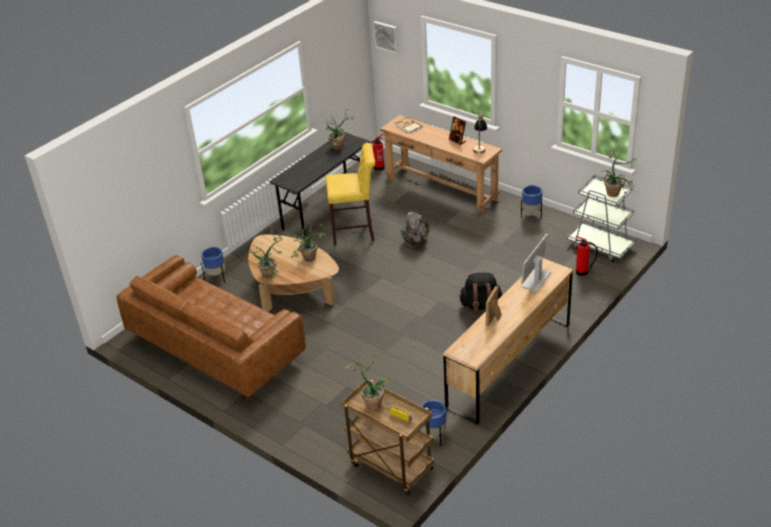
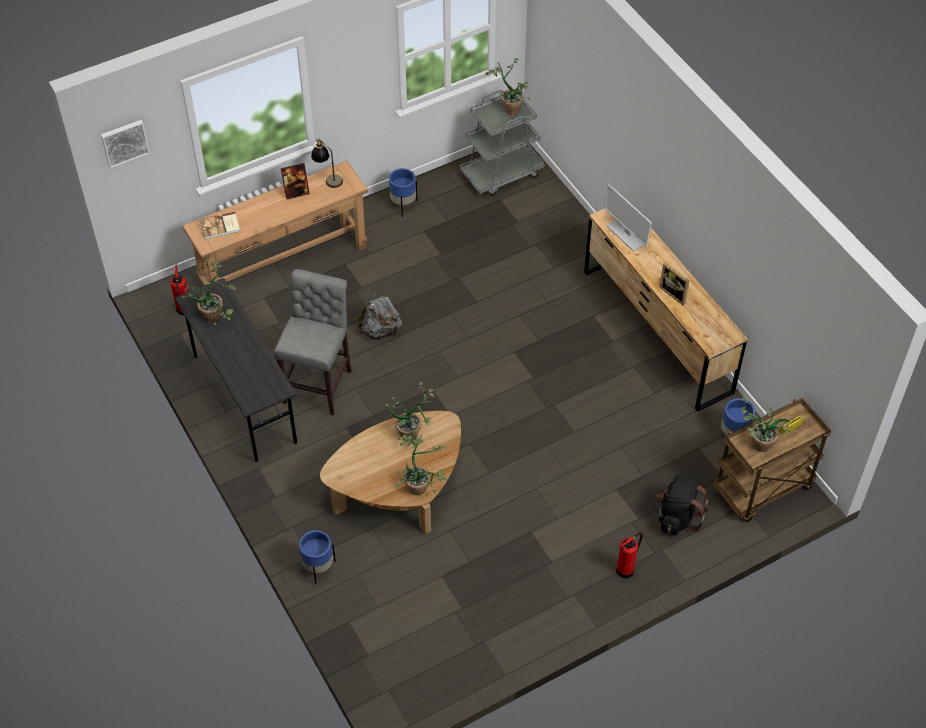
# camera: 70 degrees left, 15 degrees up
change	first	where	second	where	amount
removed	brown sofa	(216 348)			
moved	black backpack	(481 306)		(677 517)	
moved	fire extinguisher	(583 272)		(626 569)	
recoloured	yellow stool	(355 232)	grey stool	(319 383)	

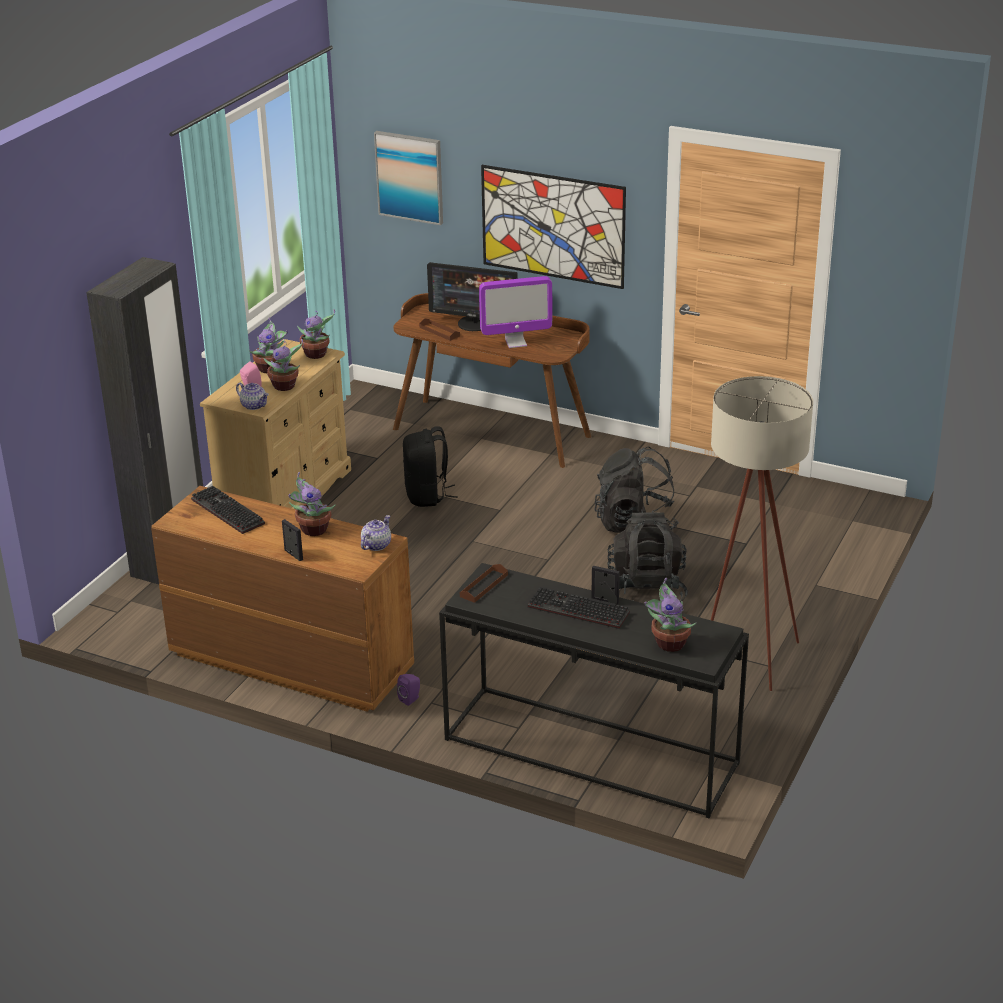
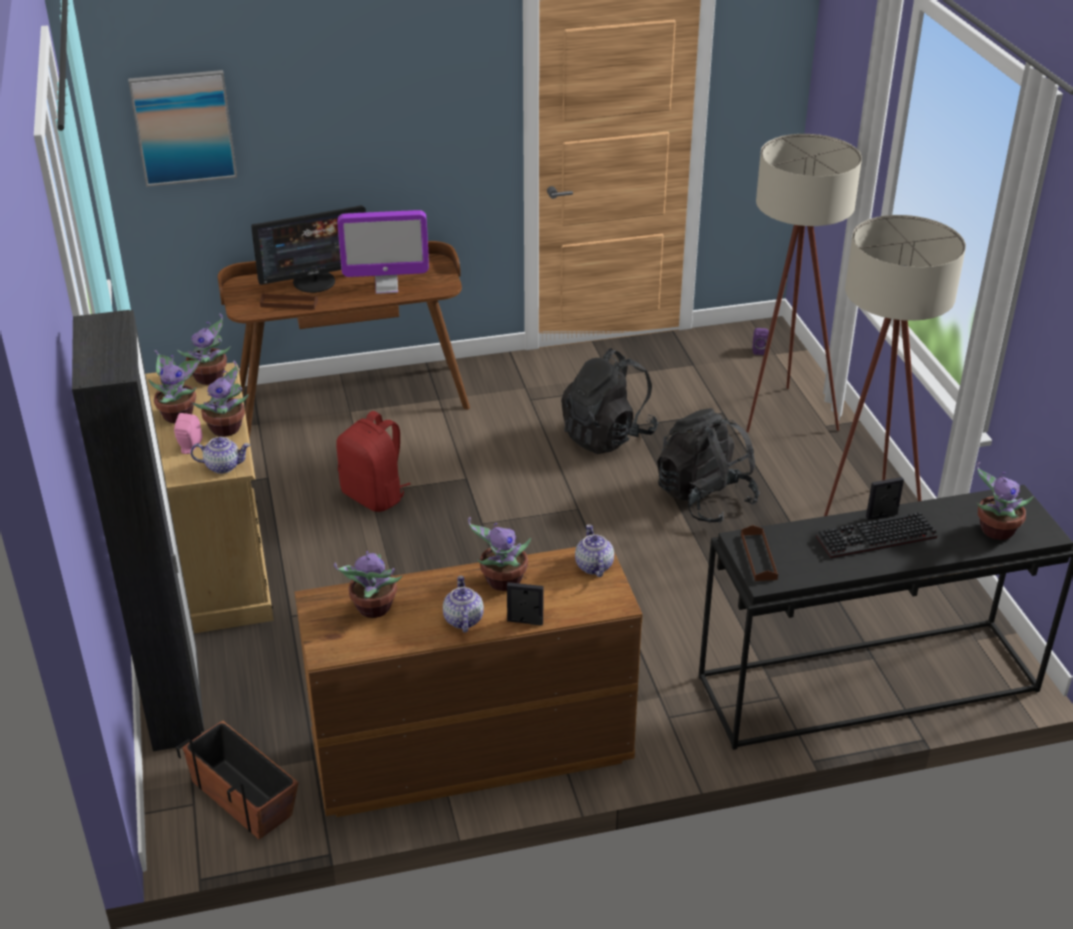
# camera: 40 degrees left, 5 degrees up
change	first	where	second	where	amount
removed	picture	(552 226)			
added			planter	(243 797)	
added			teapot	(462 619)	
added			beige floor lamp	(781 419)	
moved	purple speaker	(411 699)		(759 350)	
replaced	keyboard	(225 512)	potted plant	(373 609)	
recoloured	black backpack	(427 496)	red backpack	(375 496)	
turned	monitor	(516 343)		(386 287)	45 degrees clockwise

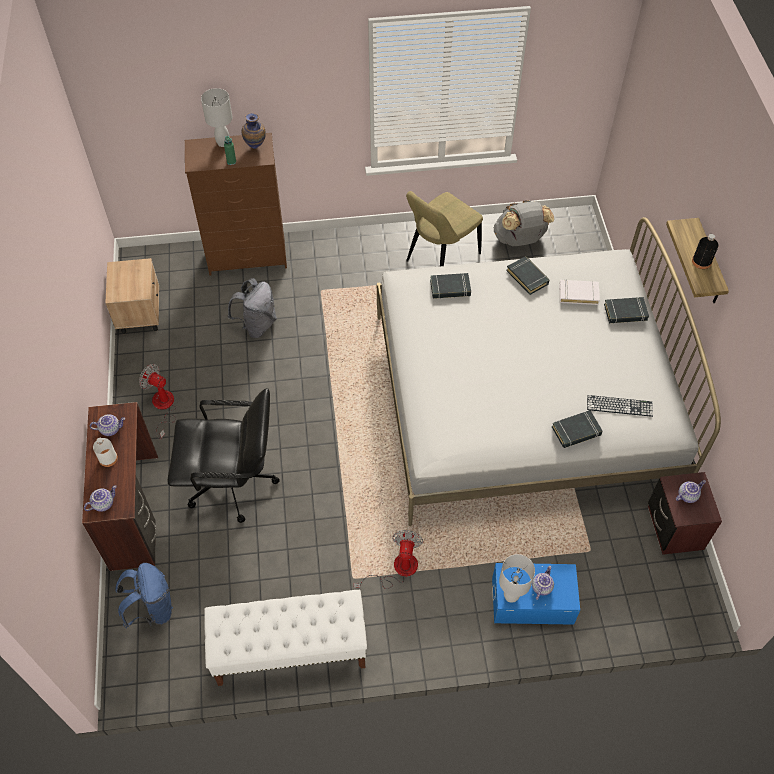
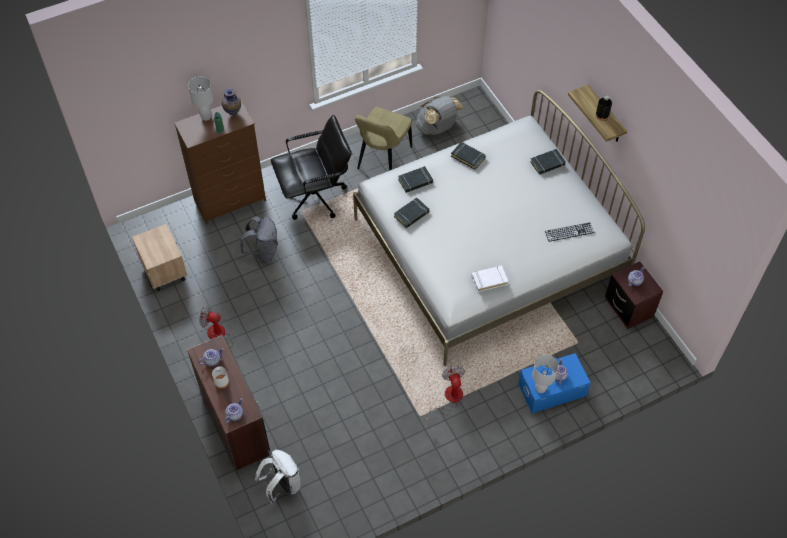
# camera: 20 degrees left, 0 degrees up
change	first	where	second	where	amount
removed	white bench	(289 650)			
moved	black office chair	(232 483)		(315 197)	
moved	black book	(576 431)		(411 214)	
moved	white book	(578 294)		(489 280)	
recoloured	blue backpack	(152 608)	white backpack	(282 486)	

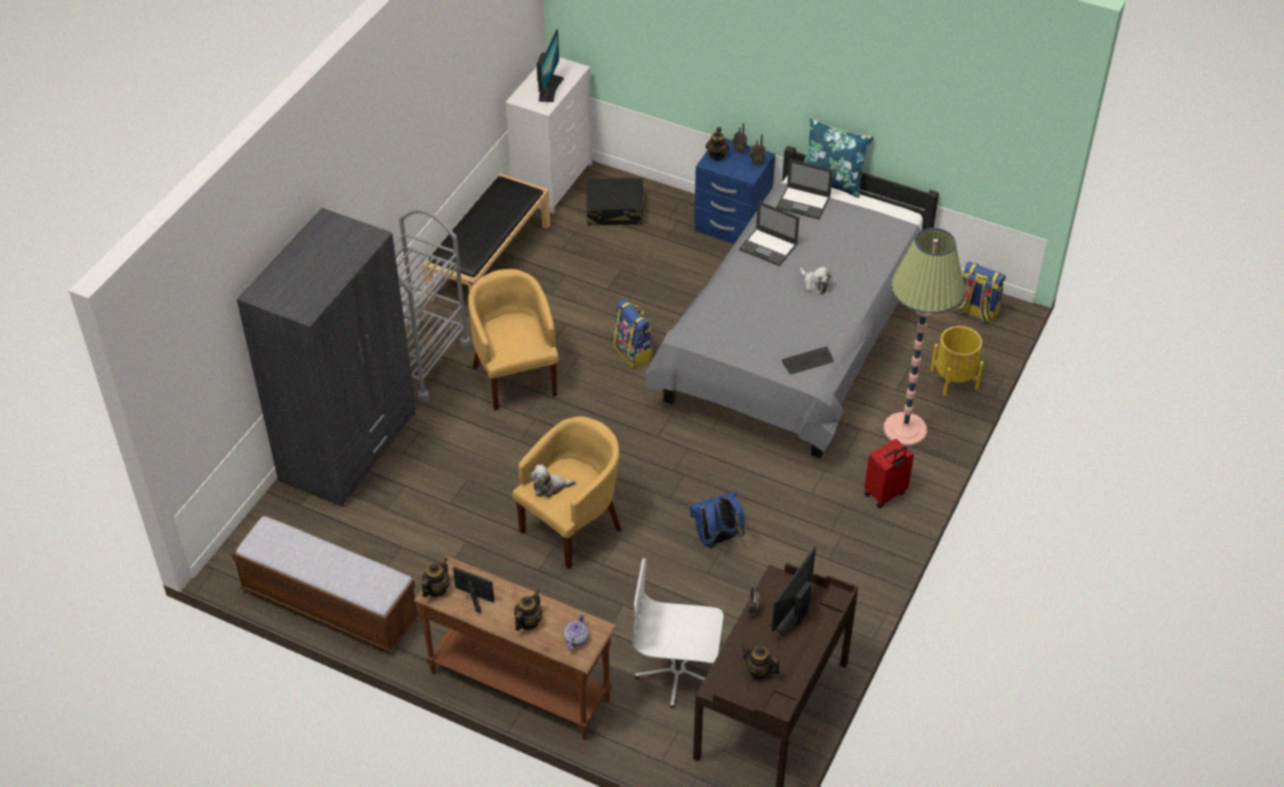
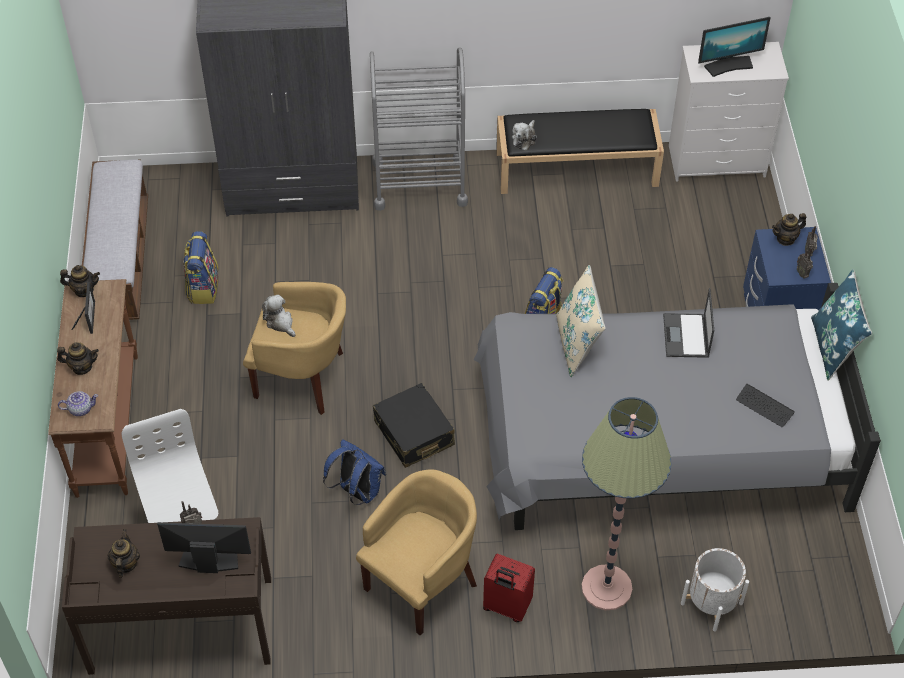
# camera: 60 degrees right, 5 degrees up
change	first	where	second	where	amount
removed	laptop	(804 203)			
added			beige pillow	(577 344)	
moved	yellow armchair	(515 377)		(422 582)	
moved	black suitcase	(615 210)		(414 433)	
moved	keyboard	(808 361)		(764 406)	
moved	plush toy	(814 284)		(524 139)	
moved	backpack	(976 312)		(203 287)	
recoloured	yellow planter	(954 379)	white planter	(711 603)	

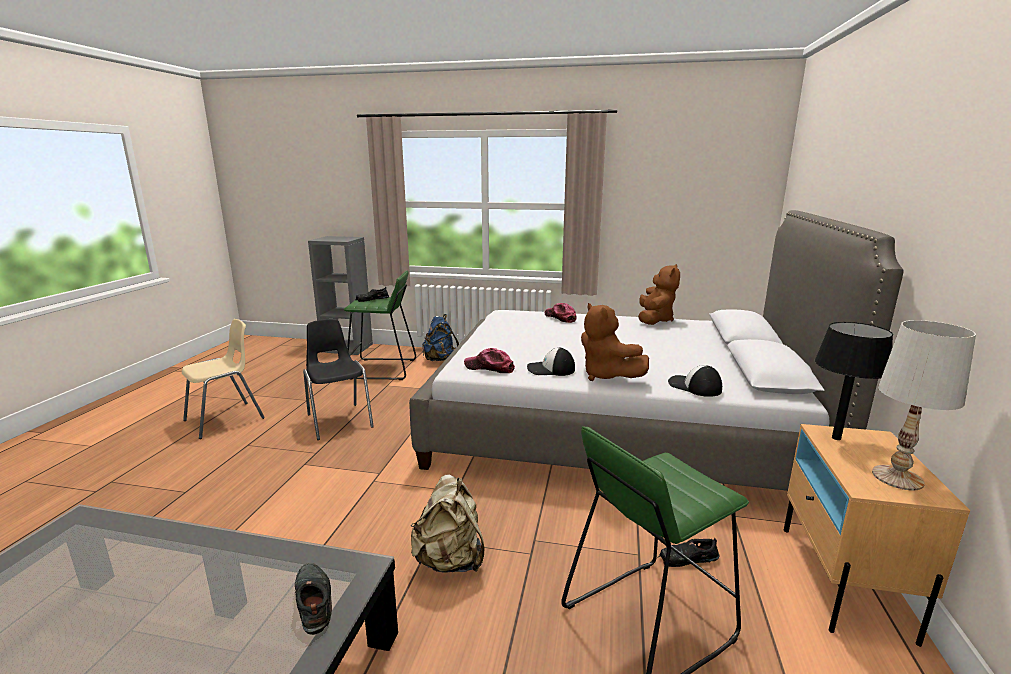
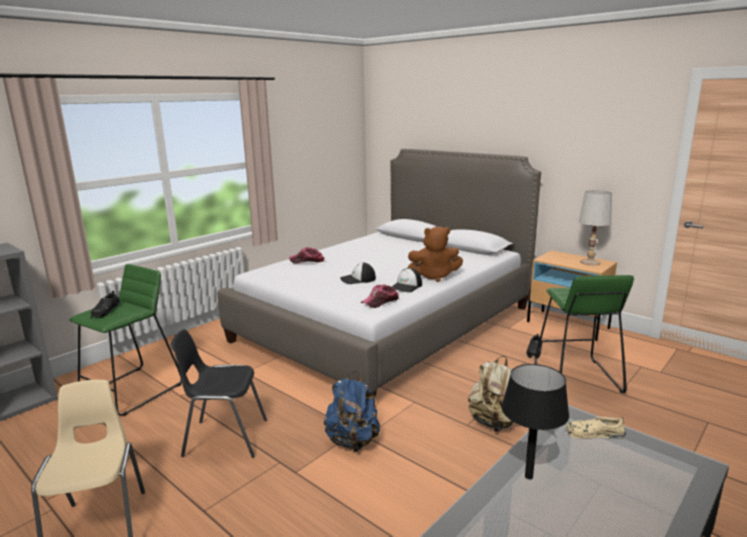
# camera: 60 degrees left, 0 degrees up
change	first	where	second	where	amount
removed	brown plush toy	(654 320)			
moved	blue backpack	(440 360)		(353 441)	
moved	cap	(694 386)		(358 279)	
moved	black table lamp	(836 438)		(529 477)	
recoloured	black shoe	(313 601)	beige shoe	(593 433)	

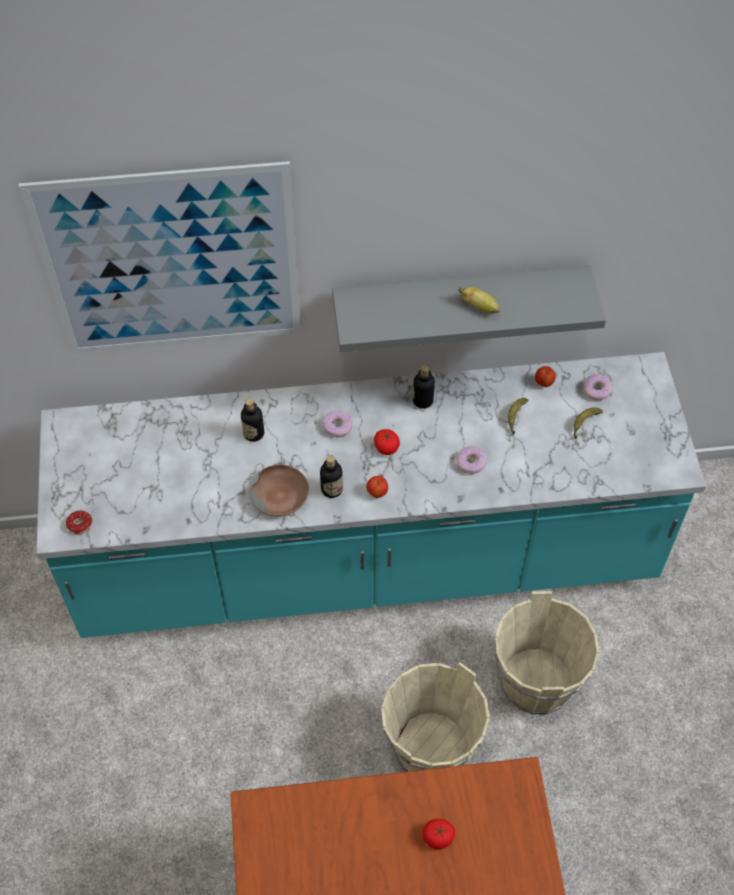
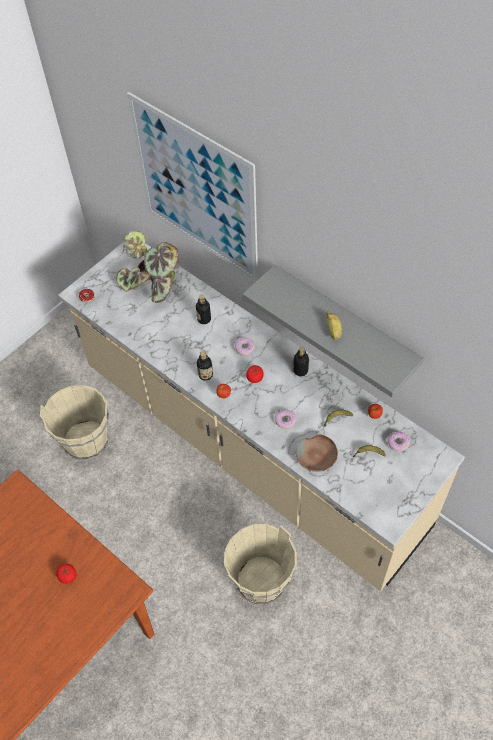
# camera: 50 degrees right, 0 degrees up
change	first	where	second	where	amount
added			potted plant	(152 284)	
moved	brown bowl	(281 496)		(317 457)	
moved	beige bucket	(431 748)		(86 441)	
recoloured	turquoise counter	(367 562)	beige counter	(250 447)	

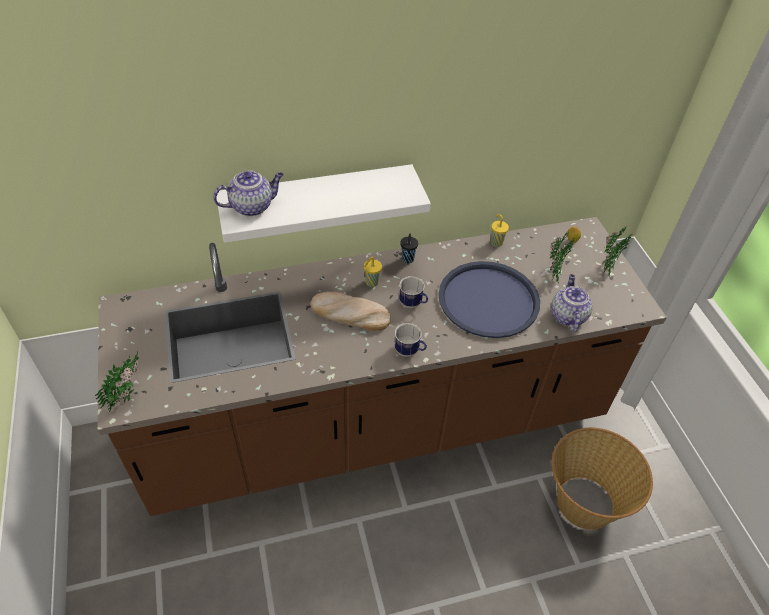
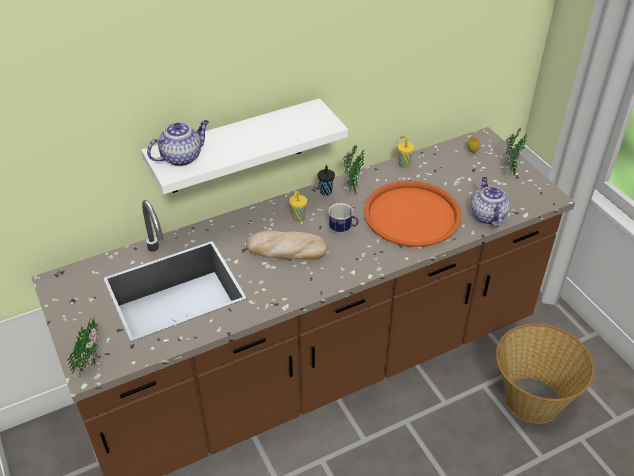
# camera: 10 degrees left, 5 degrees down
change	first	where	second	where	amount
removed	mug	(409 351)			
moved	potted plant	(554 273)		(352 187)	
recoloured	blue tray	(488 300)	orange tray	(412 215)	

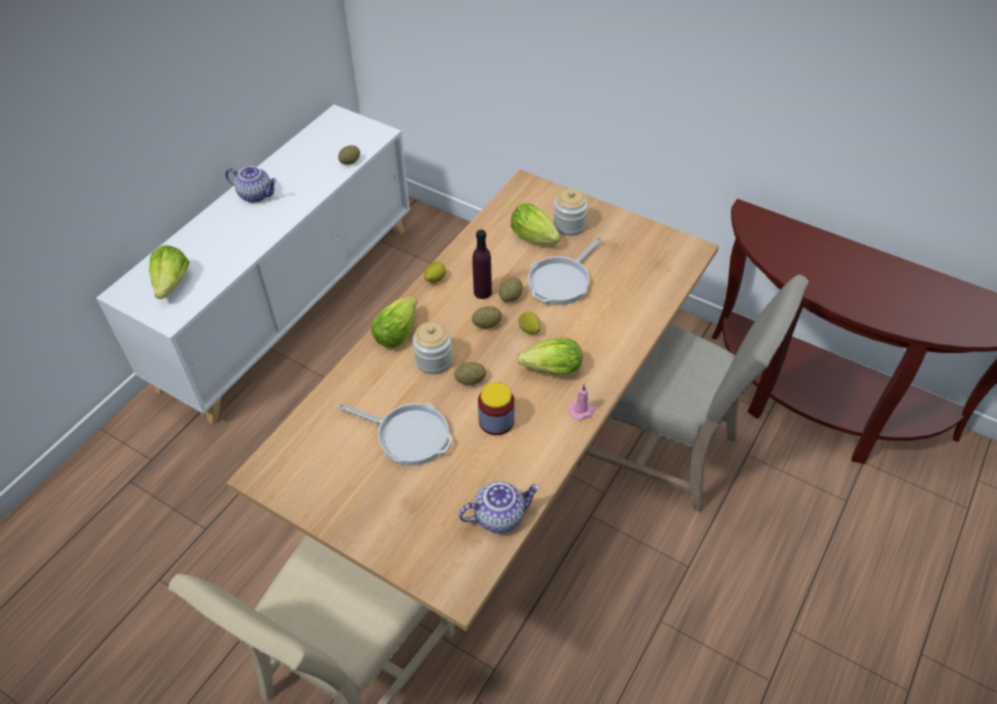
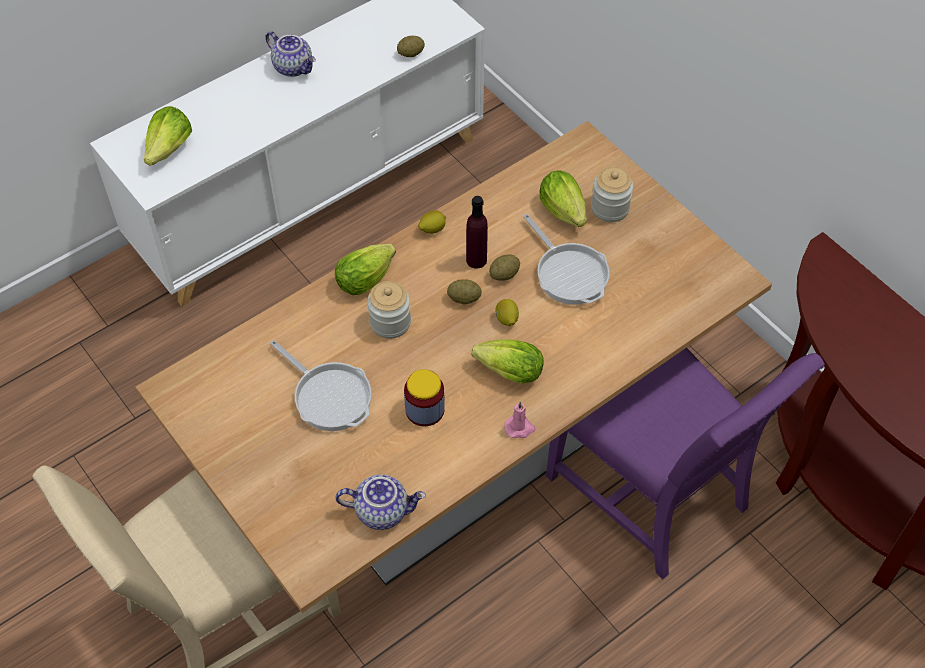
# camera: 20 degrees right, 5 degrees up
change	first	where	second	where	amount
removed	potato	(470 380)			
recoloured	beige chair	(663 448)	purple chair	(654 493)	
turned	frying pan	(561 281)		(569 273)	90 degrees counterclockwise

